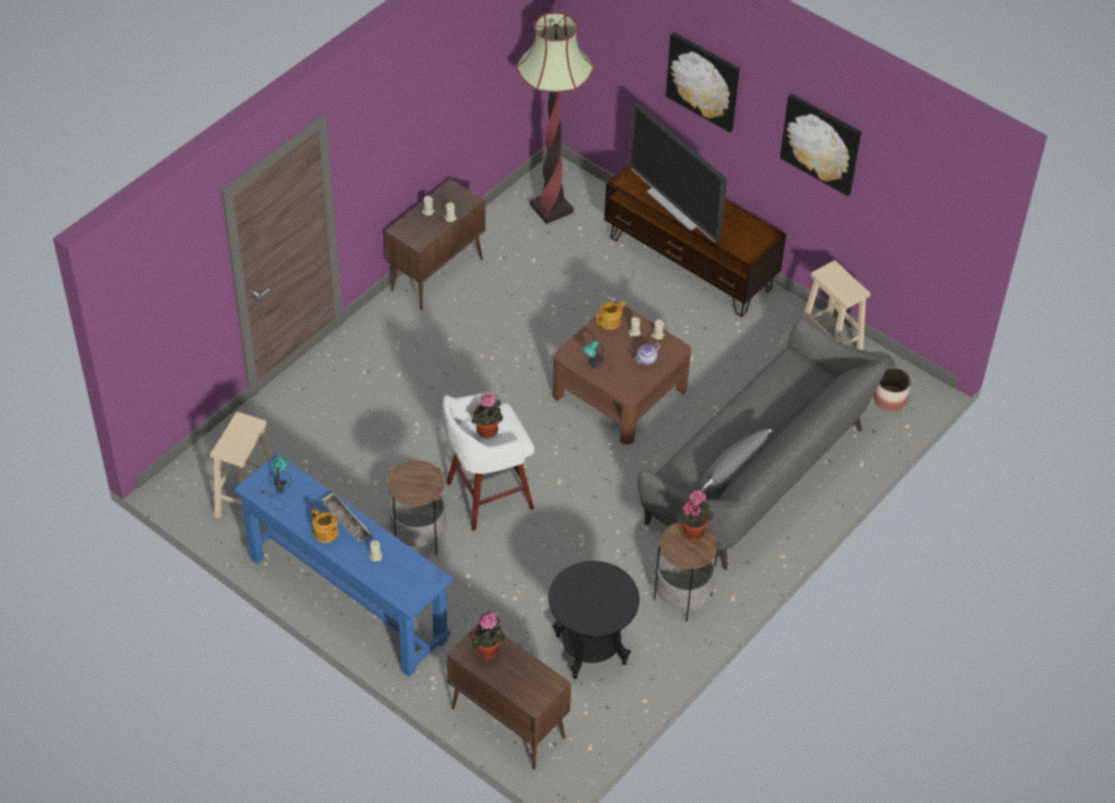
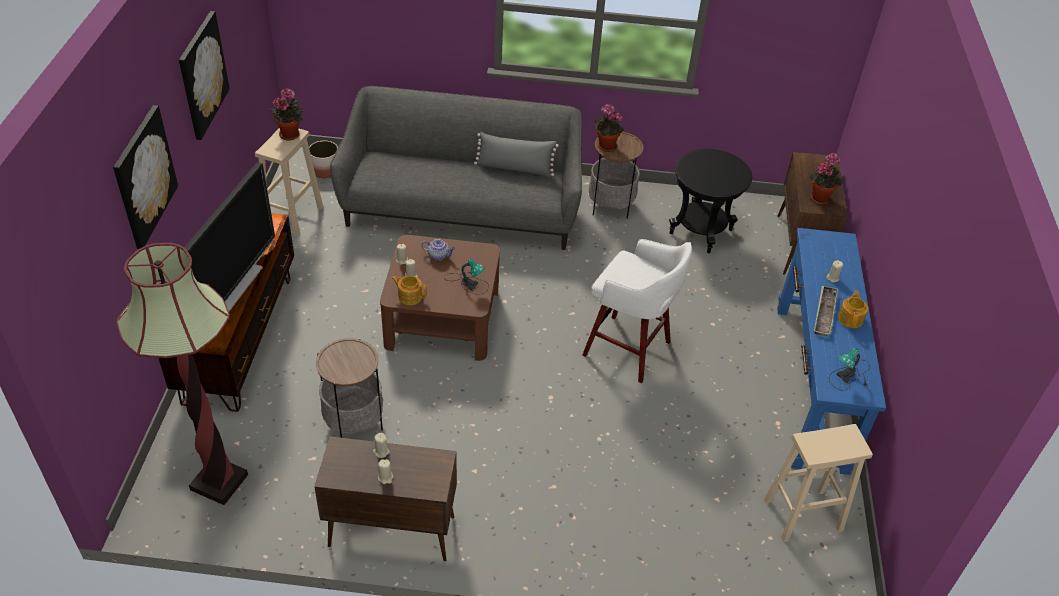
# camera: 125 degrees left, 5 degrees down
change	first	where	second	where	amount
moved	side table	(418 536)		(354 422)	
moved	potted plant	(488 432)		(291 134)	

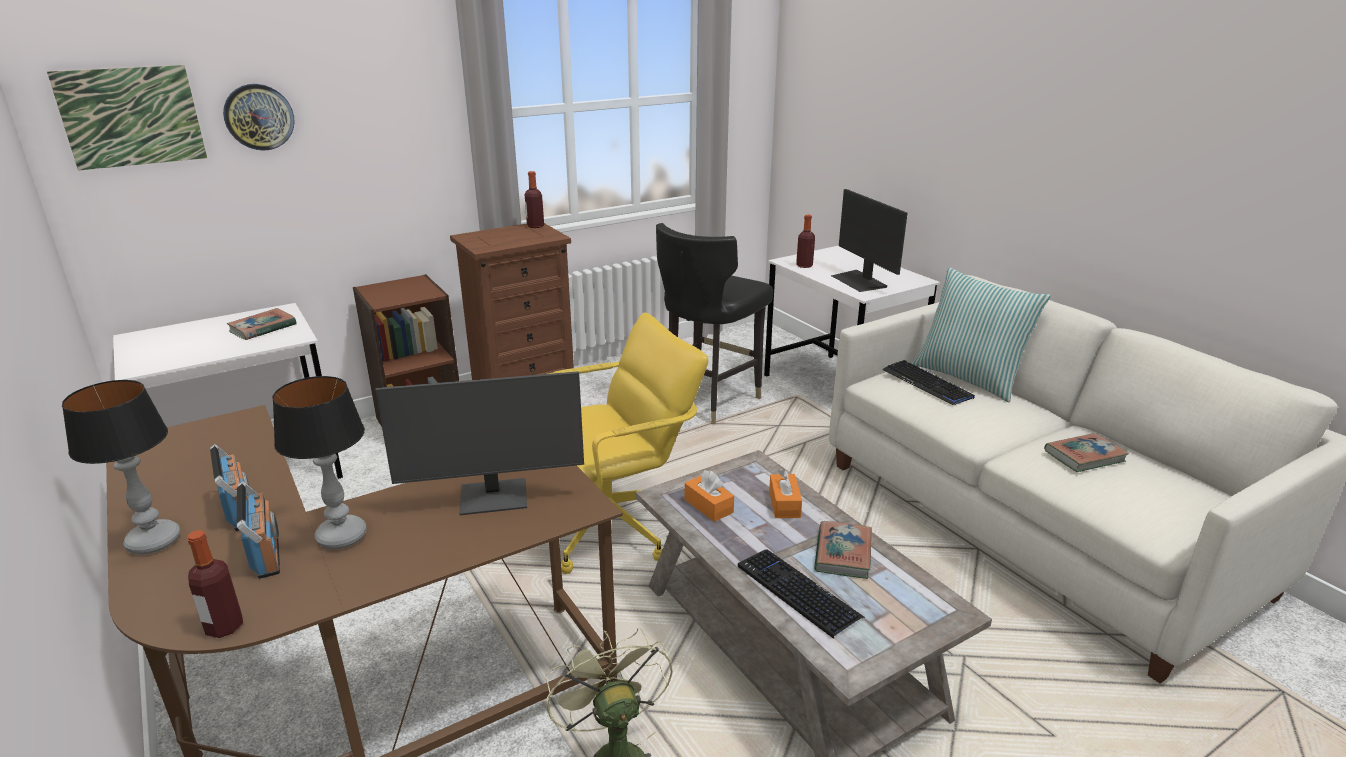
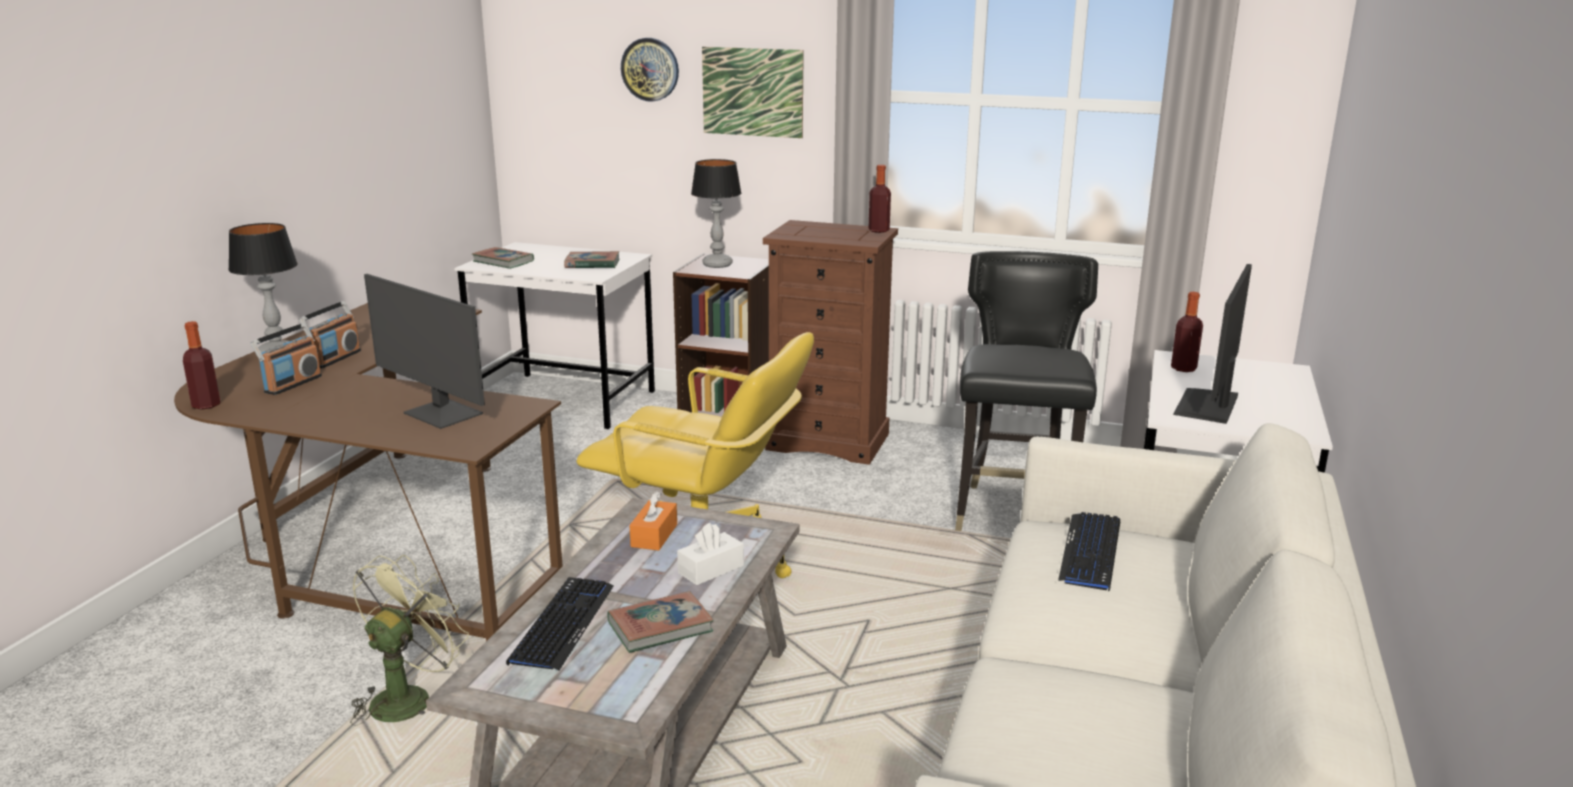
# camera: 50 degrees right, 5 degrees down
change	first	where	second	where	amount
removed	pillow	(969 378)			
moved	picture	(131 117)		(752 92)	
moved	table lamp	(341 536)		(718 264)	
moved	book	(1084 456)		(503 261)	
recoloured	orange tissue box	(784 504)	white tissue box	(711 569)	
turned	black chair	(708 400)		(1015 514)	105 degrees clockwise

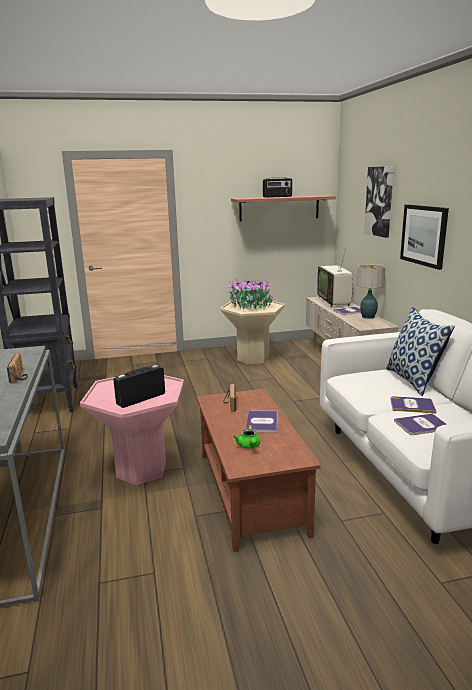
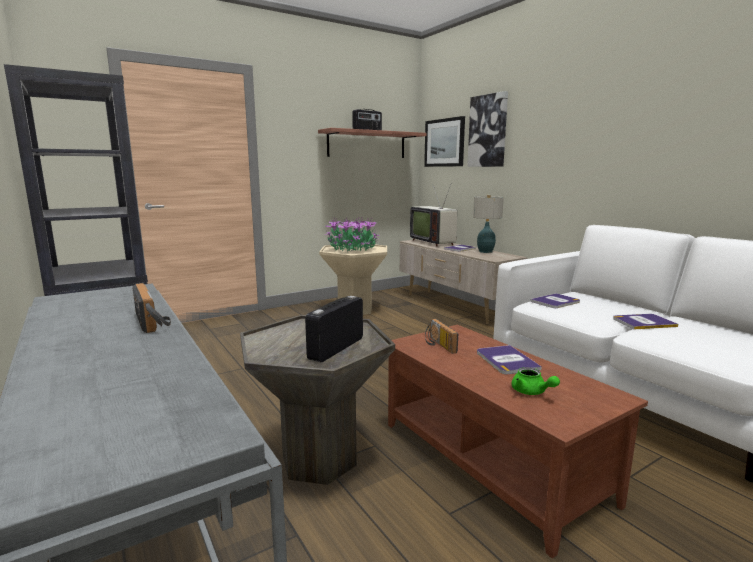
# camera: 20 degrees left, 5 degrees down
change	first	where	second	where	amount
removed	pillow	(413 381)			
moved	book	(421 425)		(555 302)	
moved	picture	(424 235)		(444 143)	
recoloured	pink side table	(141 470)	grey side table	(319 460)	

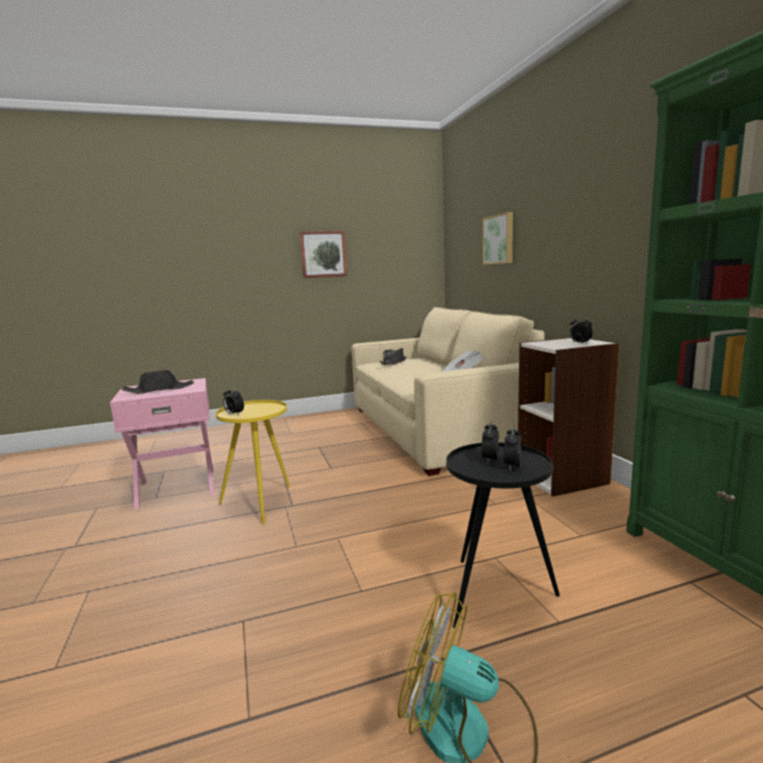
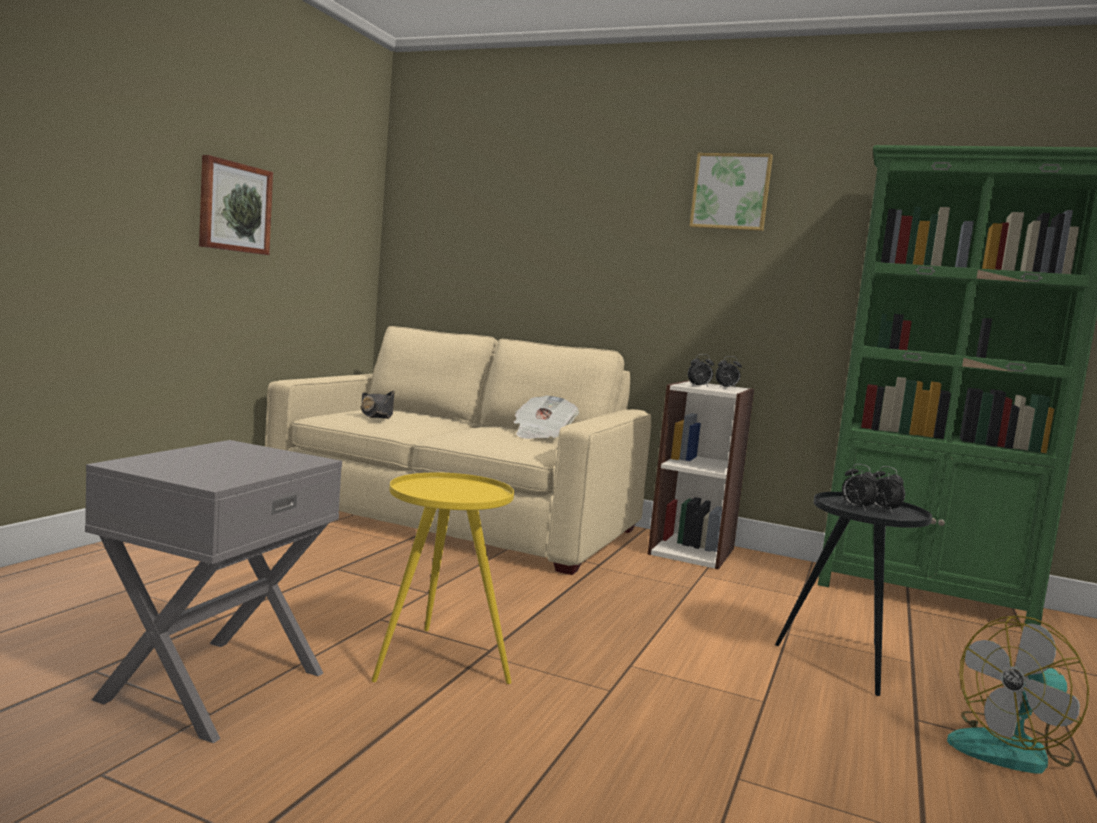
# camera: 50 degrees left, 5 degrees down
change	first	where	second	where	amount
removed	black hat	(159 390)			
moved	alarm clock	(234 414)		(699 386)	
moved	picture	(499 239)		(731 192)	
recoloured	pink side table	(177 487)	grey side table	(212 685)	

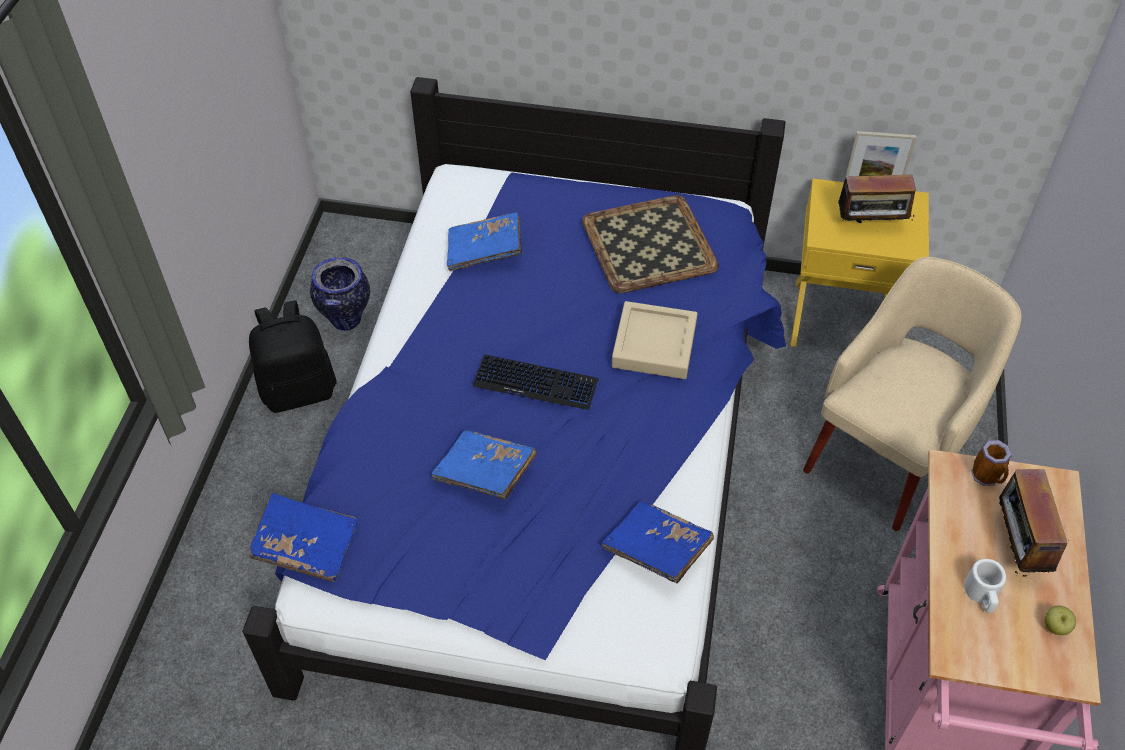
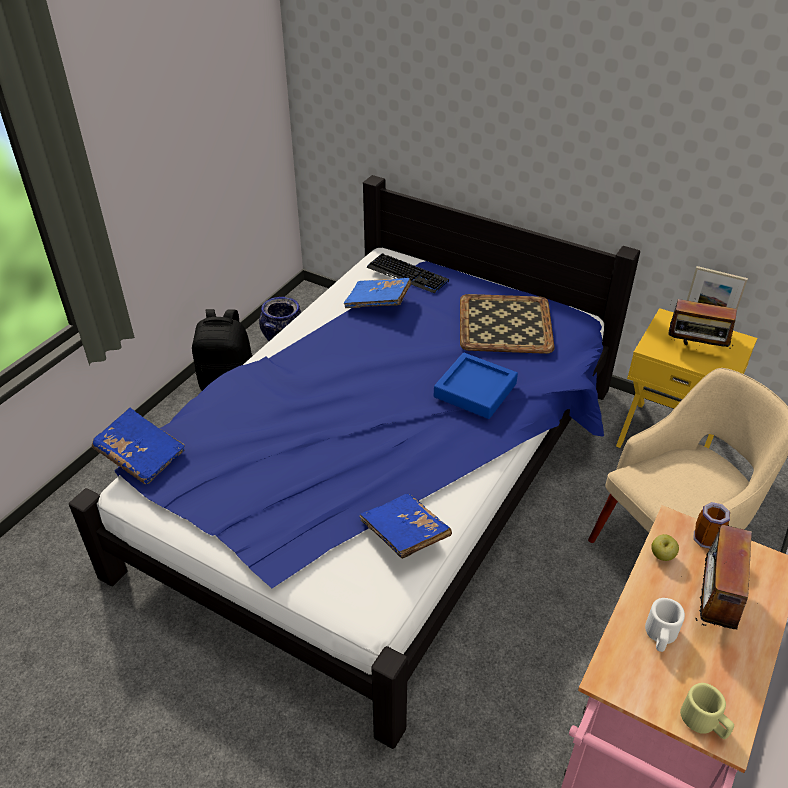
# camera: 20 degrees right, 10 degrees down
change	first	where	second	where	amount
removed	blue book	(485 473)			
added			beige mug	(704 722)	
moved	keyboard	(536 383)		(407 274)	
moved	apple	(1055 627)		(662 556)	
recoloured	beige tray	(654 345)	blue tray	(475 390)	

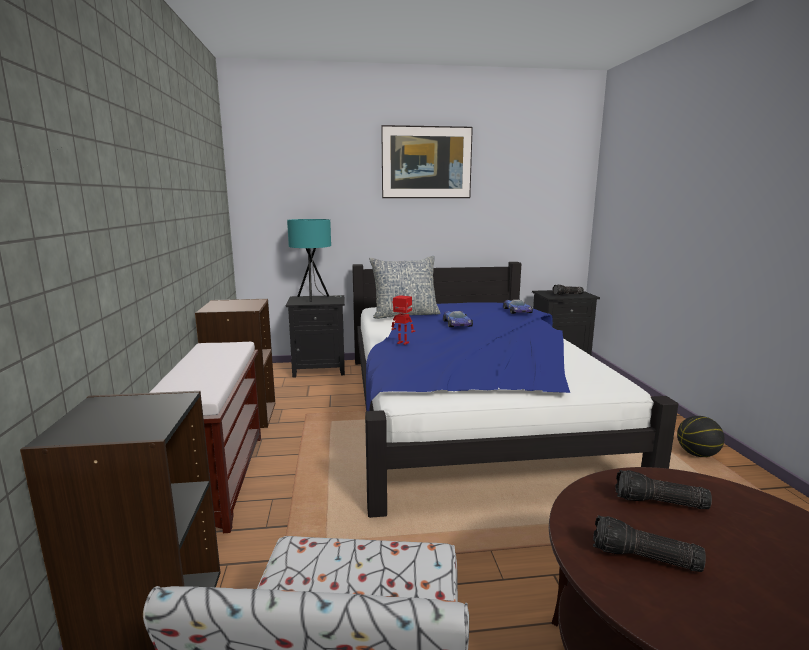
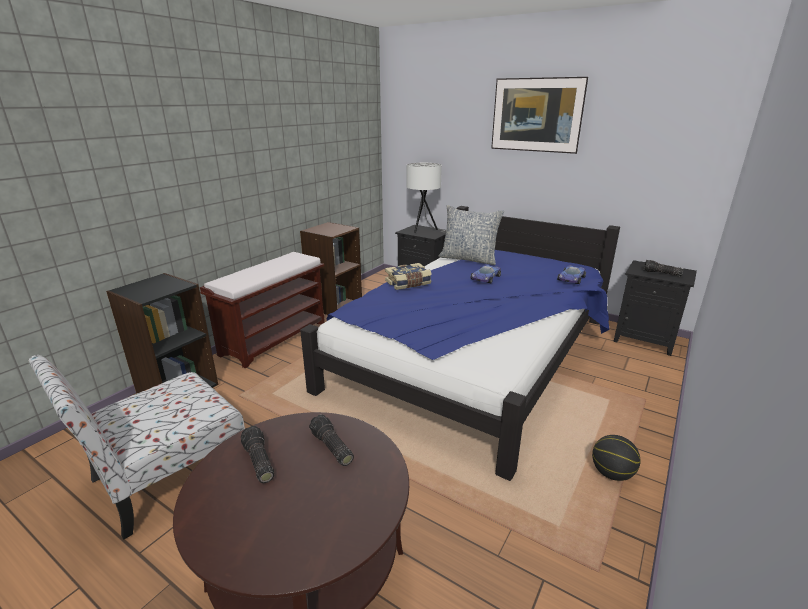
# camera: 40 degrees right, 10 degrees up
change	first	where	second	where	amount
replaced	toy robot	(402 343)	book	(408 283)	
recoloured	turquoise table lamp	(314 298)	white table lamp	(424 230)	

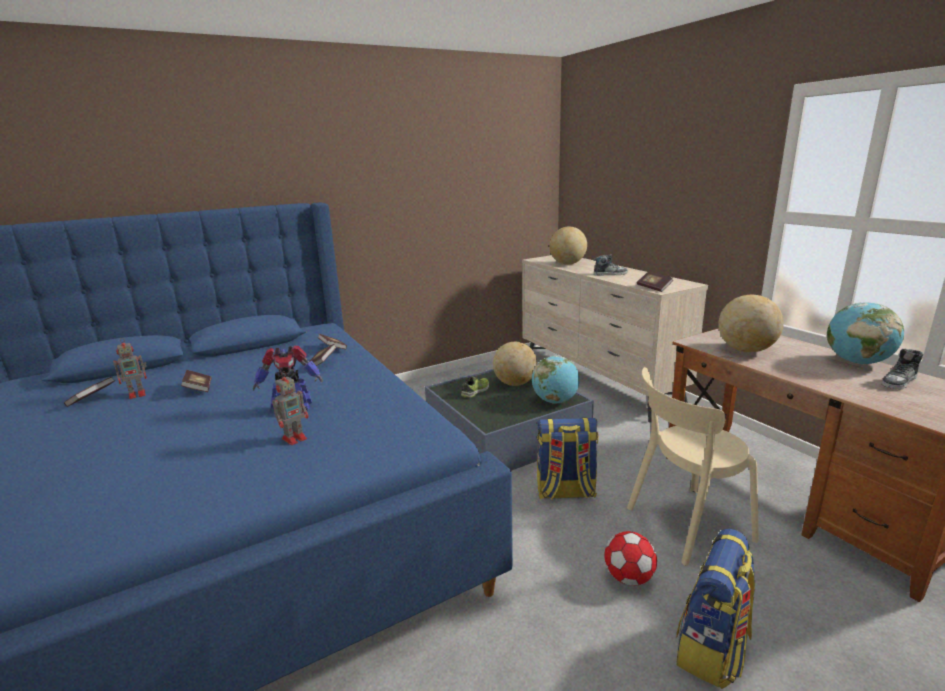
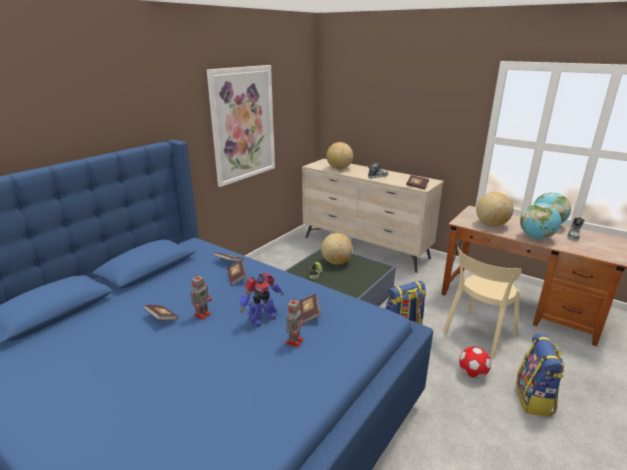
# camera: 25 degrees left, 5 degrees up
change	first	where	second	where	amount
added			picture	(243 124)	
moved	book	(92 399)		(309 314)	
moved	toy robot	(138 394)		(203 314)	
moved	globe	(555 401)		(536 237)	

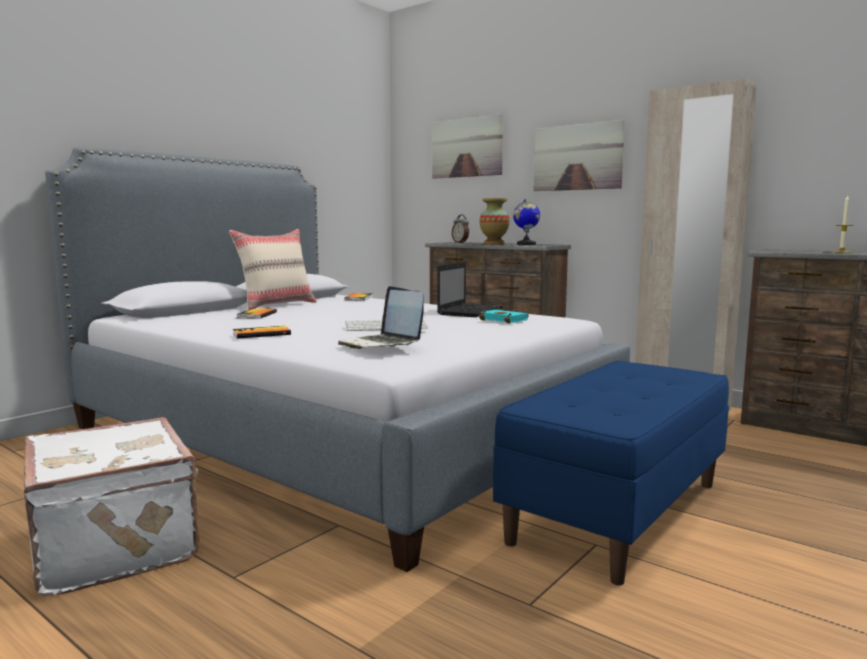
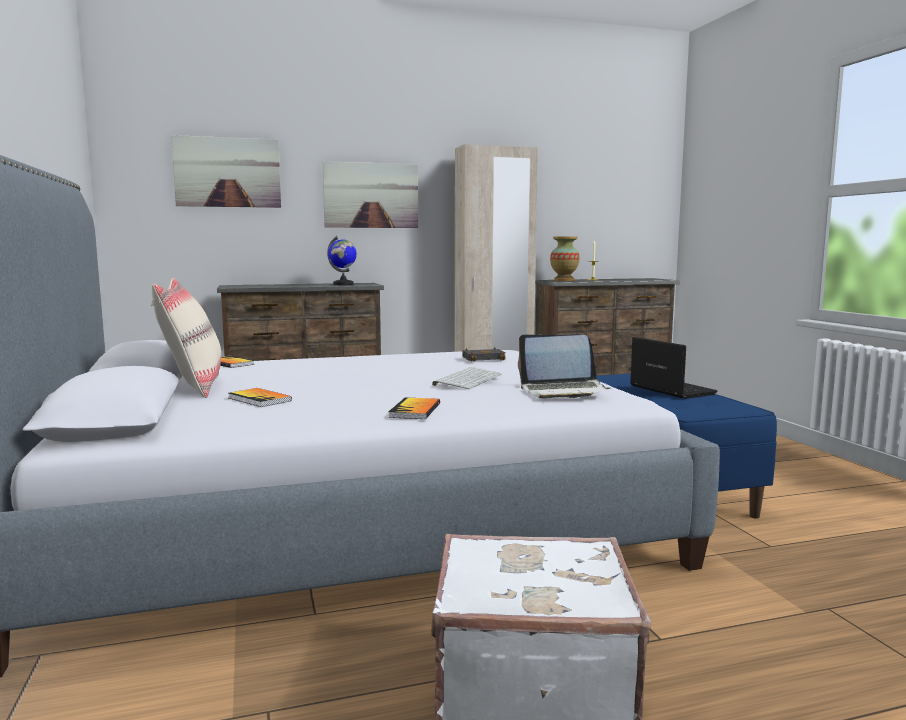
# camera: 55 degrees left, 0 degrees up
change	first	where	second	where	amount
removed	alarm clock	(460 242)			
moved	laptop	(470 311)		(670 390)	
moved	vase	(494 244)		(564 280)	
recoloured	turquoise book	(505 320)	black book	(484 358)	

